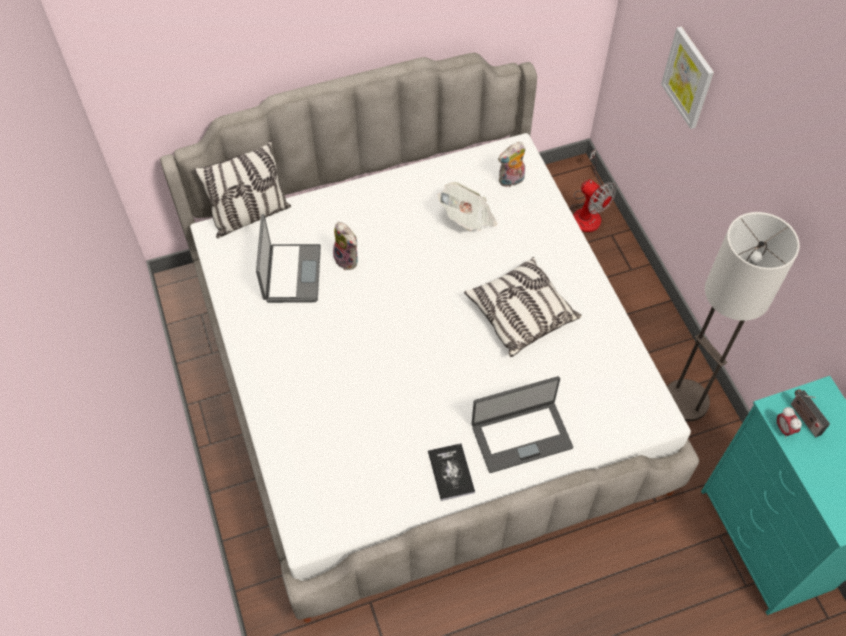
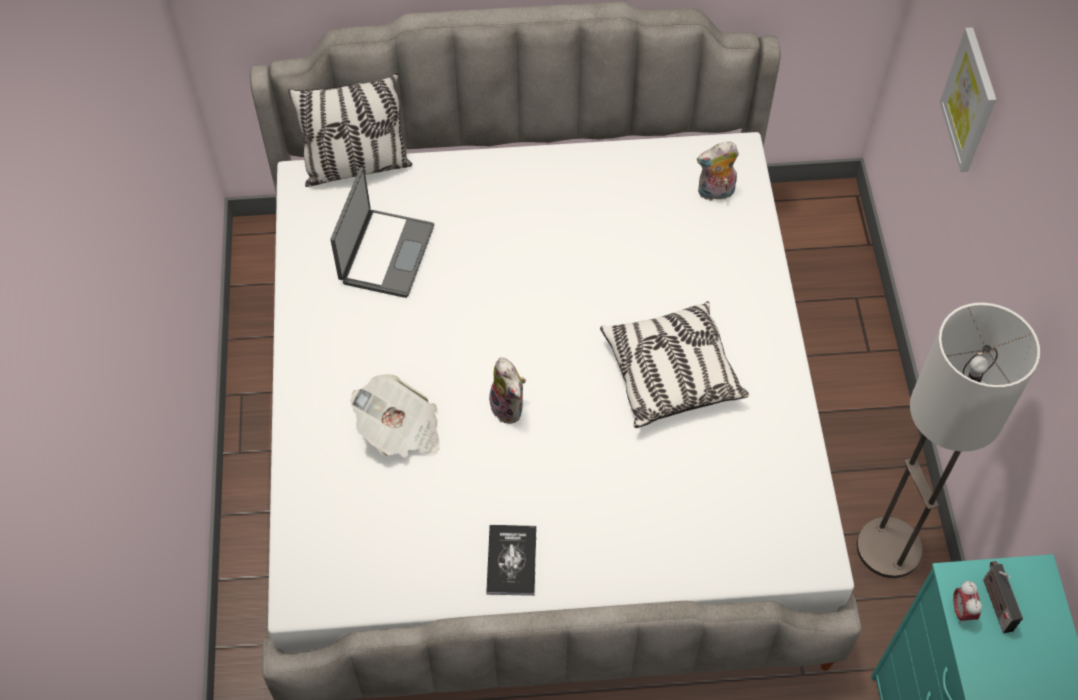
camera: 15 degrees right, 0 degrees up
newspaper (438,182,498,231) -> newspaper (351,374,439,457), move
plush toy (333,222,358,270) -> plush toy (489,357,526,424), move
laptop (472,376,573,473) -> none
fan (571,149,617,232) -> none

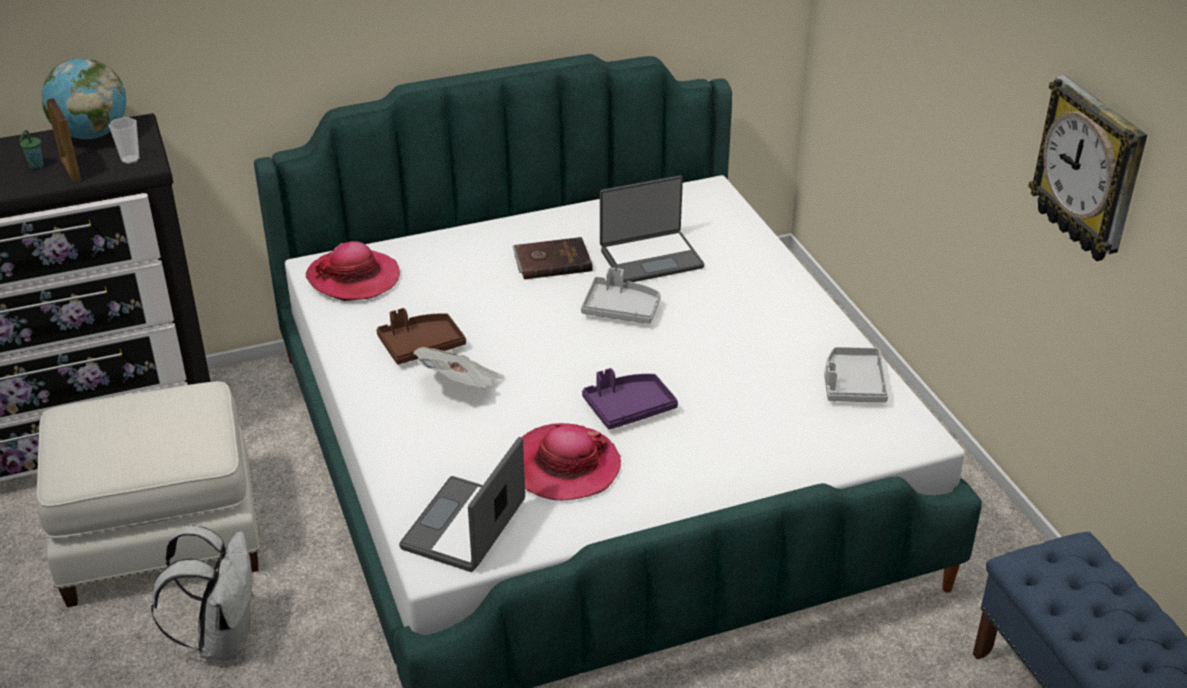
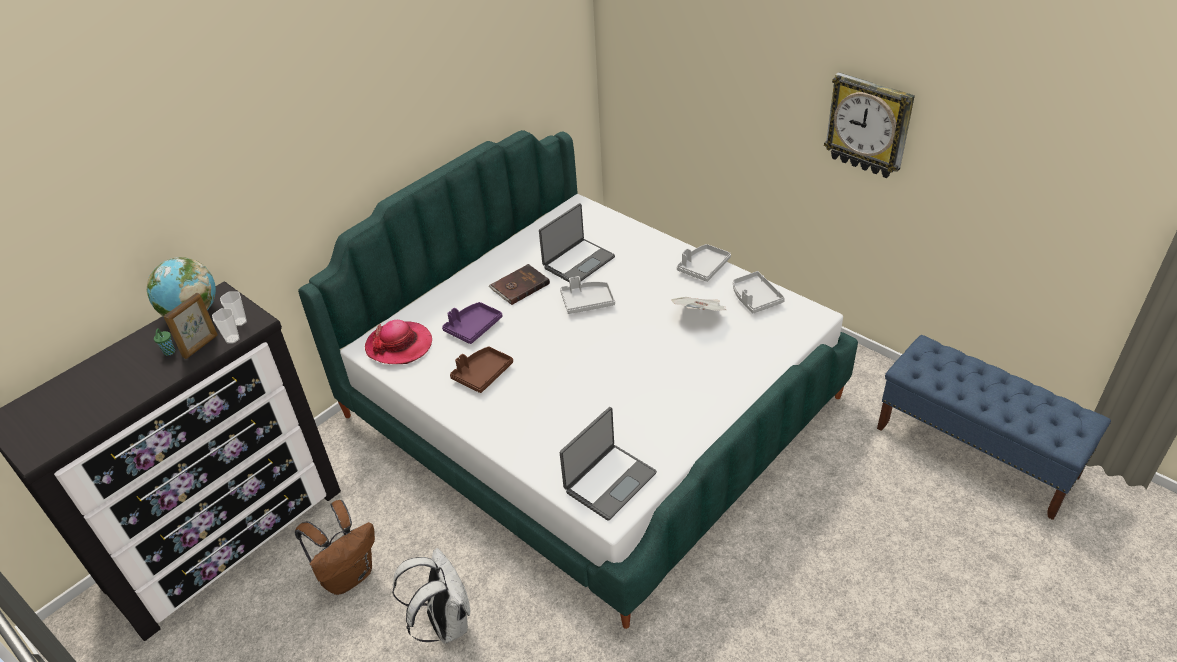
camera: 25 degrees left, 5 degrees up
picture frame (46,98,81,182) -> picture frame (164,293,218,359), 90 degrees counterclockwise
none -> cup (212,308,240,344)
white ottoman (37,381,261,607) -> brown backpack (295,500,375,595)
purple tray (582,368,678,430) -> purple tray (442,302,503,344), move
laptop (399,437,525,572) -> laptop (560,407,657,521), 135 degrees counterclockwise
newspaper (413,347,505,389) -> newspaper (672,297,726,311), move
none -> grey tray (677,244,731,282)
hat (522,423,621,501) -> none

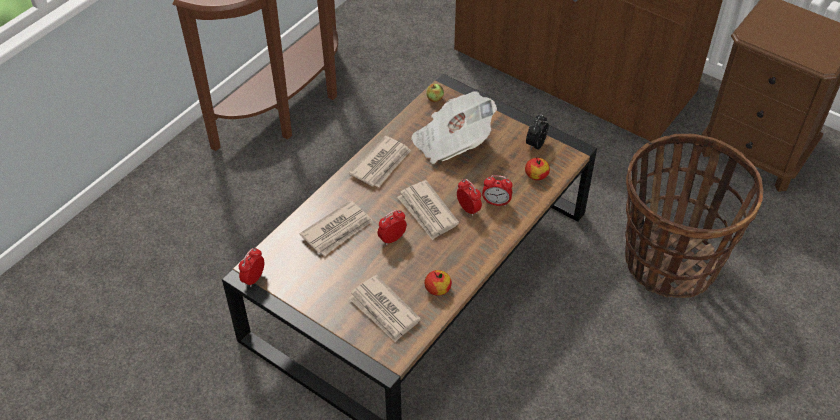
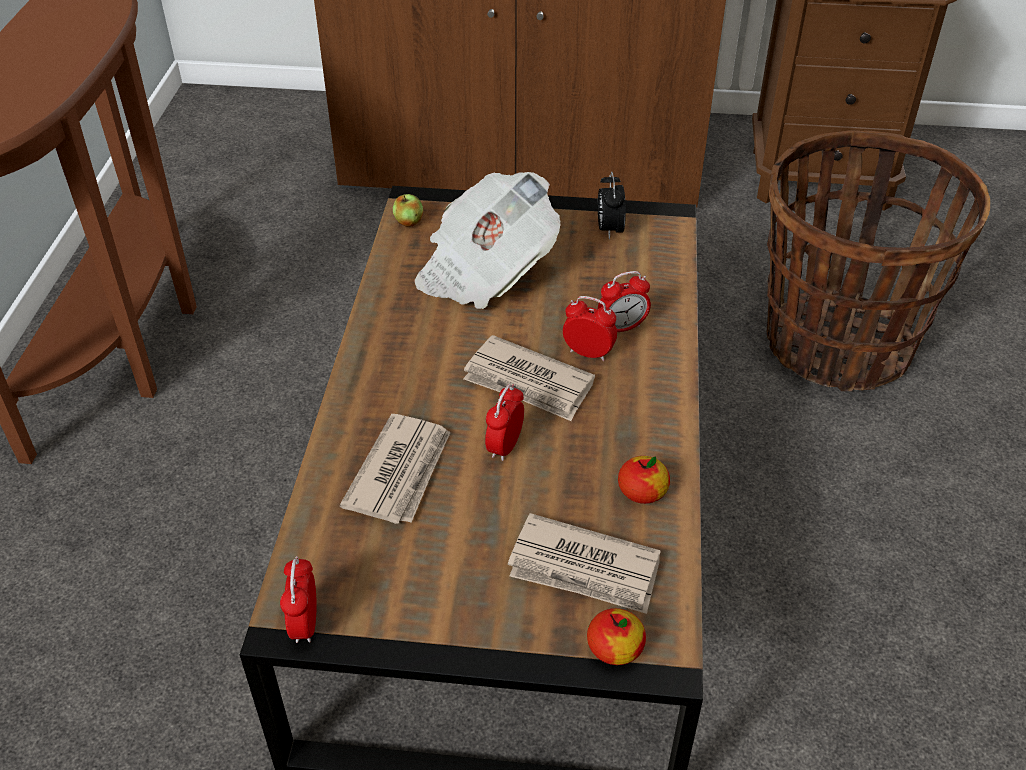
camera: 30 degrees left, 5 degrees down
apple (525,157,550,180) -> apple (587,608,646,665), move
newspaper (349,136,411,187) -> none

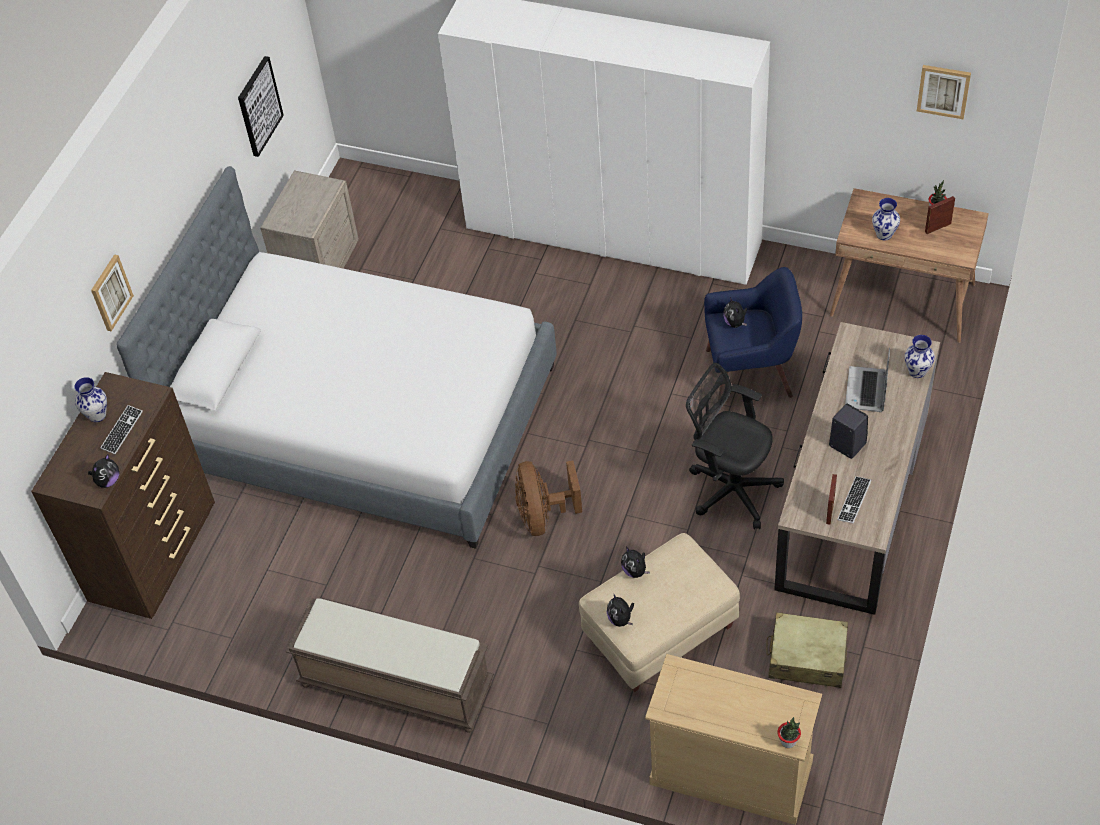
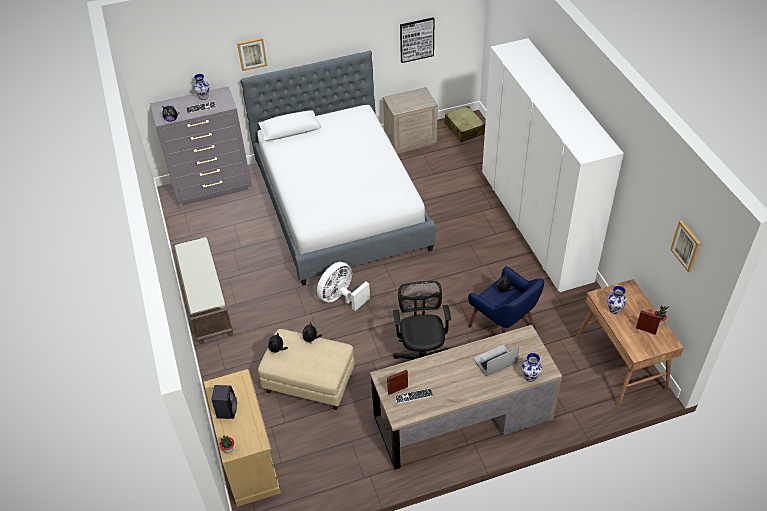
camera: 50 degrees right, 5 degrees down
brown dresser (31,372,215,619) -> grey dresser (150,86,252,205)
black speaker (829,403,868,459) -> black speaker (211,385,237,419), move
brown fan (515,461,582,536) -> white fan (317,262,370,311)
beige suitcase (767,612,848,688) -> beige suitcase (445,106,485,142), move

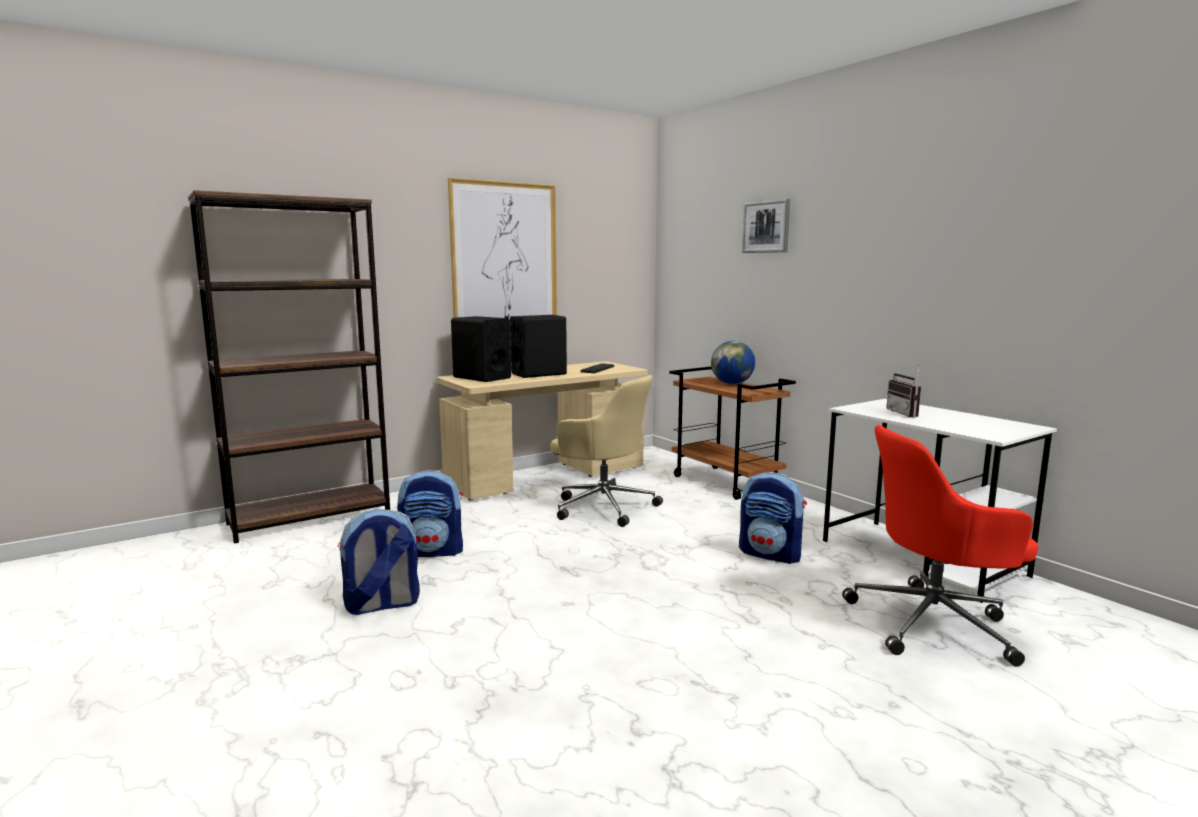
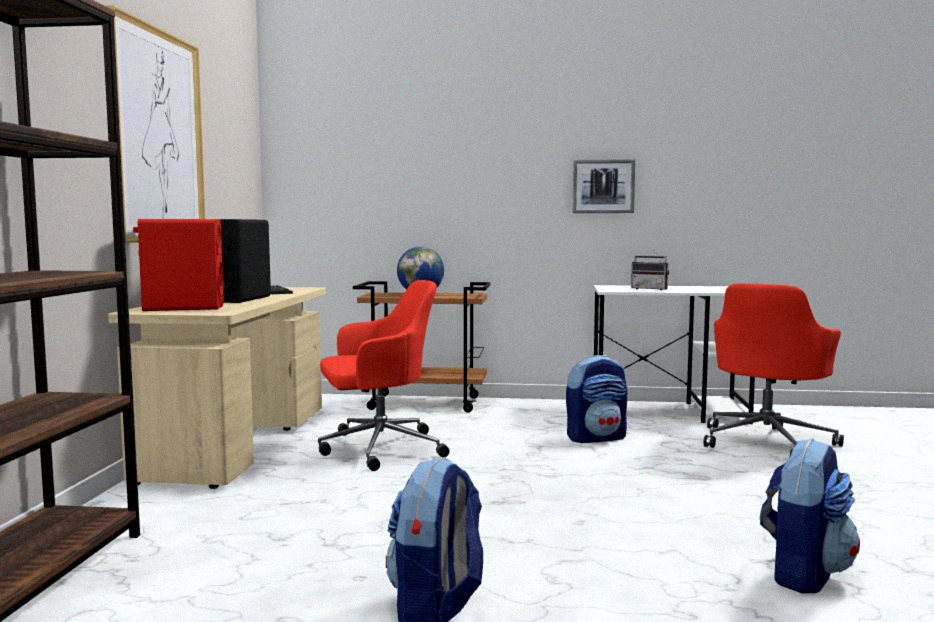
camera: 50 degrees left, 5 degrees down
black speaker (451,316,511,382) -> red speaker (133,219,224,311)
beige office chair (550,375,663,527) -> red office chair (318,280,449,471)
picture (742,199,790,253) -> picture (573,159,635,213), move
backpack (397,470,463,557) -> backpack (760,438,860,593), move

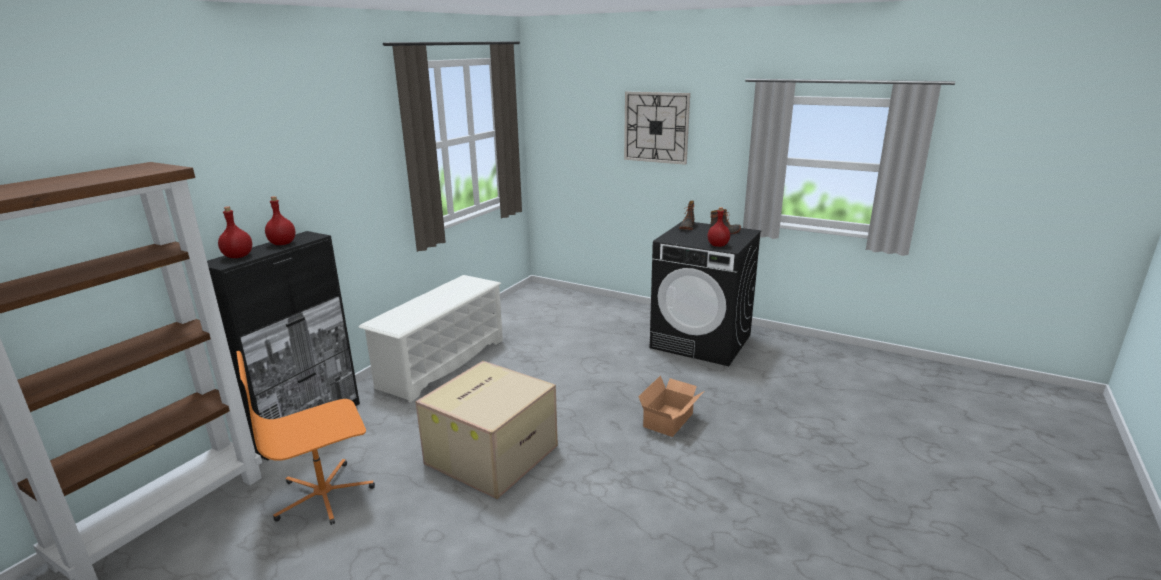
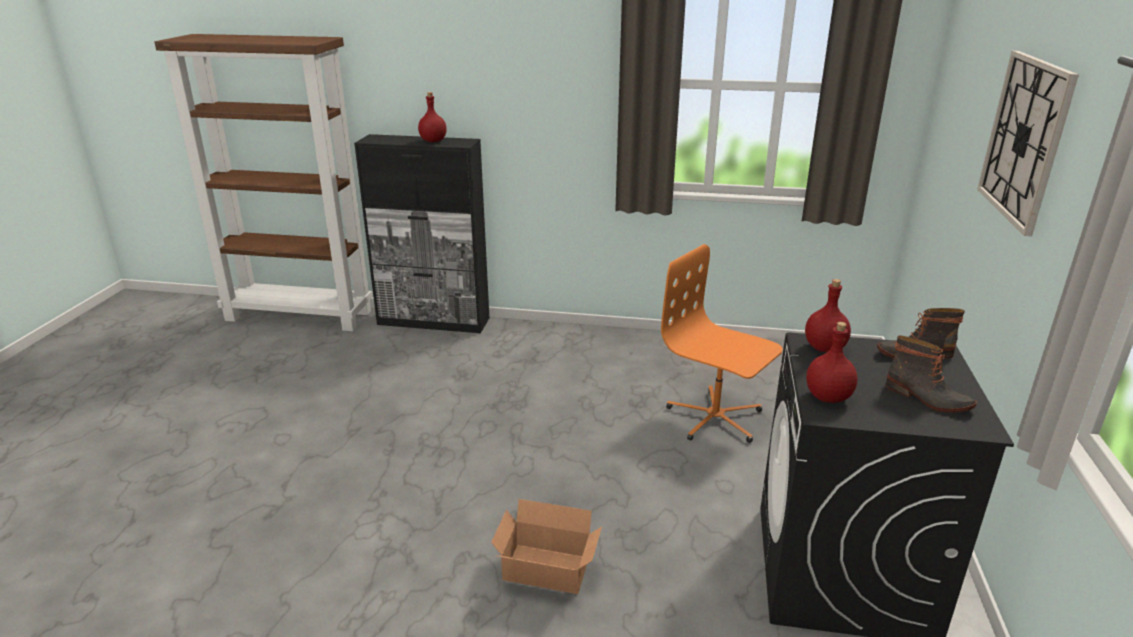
camera: 70 degrees right, 5 degrees up
orange office chair (236,351,375,525) -> orange office chair (661,244,783,443), move
red bottle (218,206,252,258) -> red bottle (805,279,851,352), move
white shoe rack (358,275,503,403) -> none
cardboard box (415,361,558,499) -> none

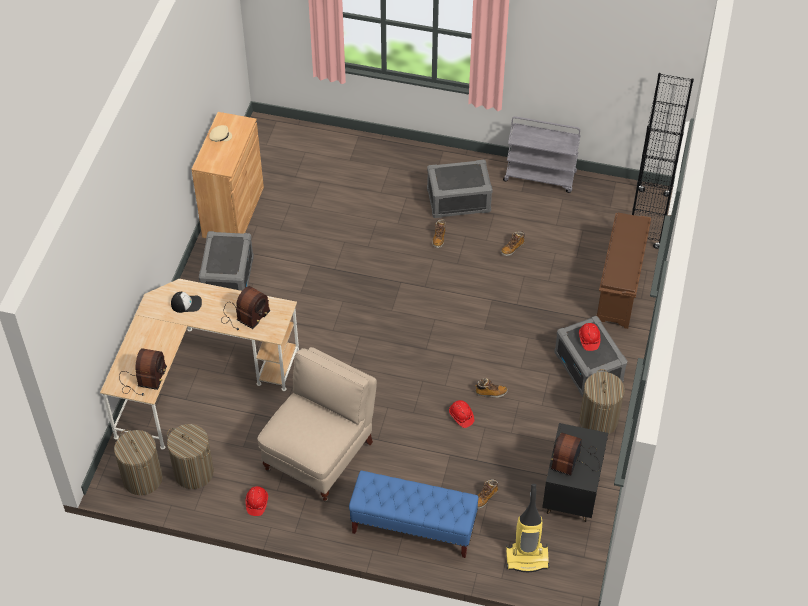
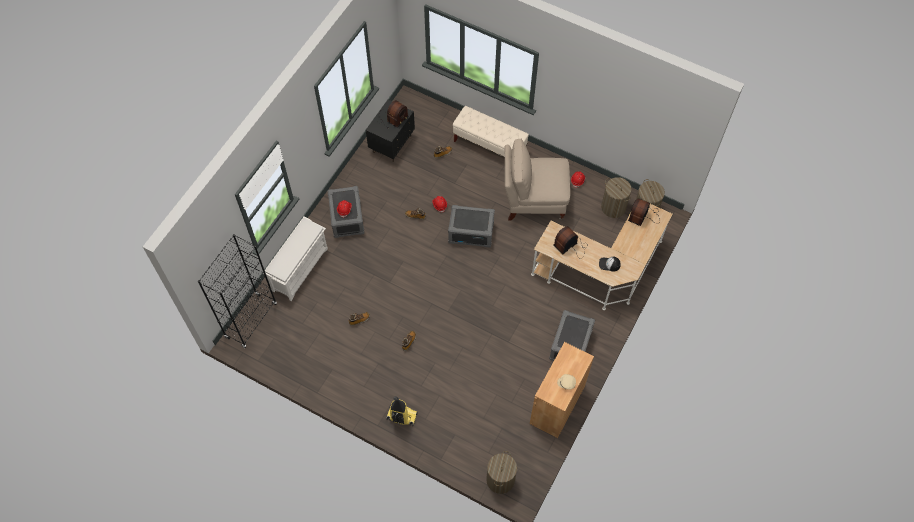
camera: 165 degrees left, 10 degrees up
brown shoe rack (597,213,651,329) -> white shoe rack (263,217,328,301)
vacuum cleaner (506,484,550,572) -> vacuum cleaner (386,397,418,426), move
grey storage box (427,160,493,218) -> grey storage box (448,205,495,248), move
blue bench (349,470,479,558) -> beige bench (453,106,529,157)
laundry basket (579,369,625,434) -> laundry basket (486,451,517,494), move
beige chair (257,347,377,502) -> beige chair (505,139,570,220), 45 degrees clockwise
grey cart (503,116,581,193) -> none

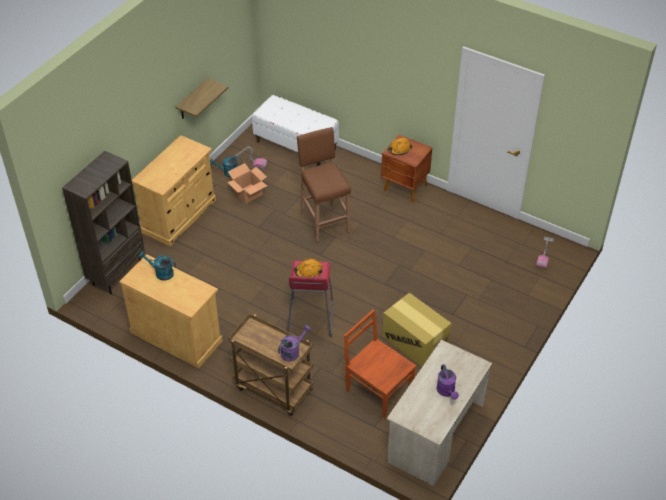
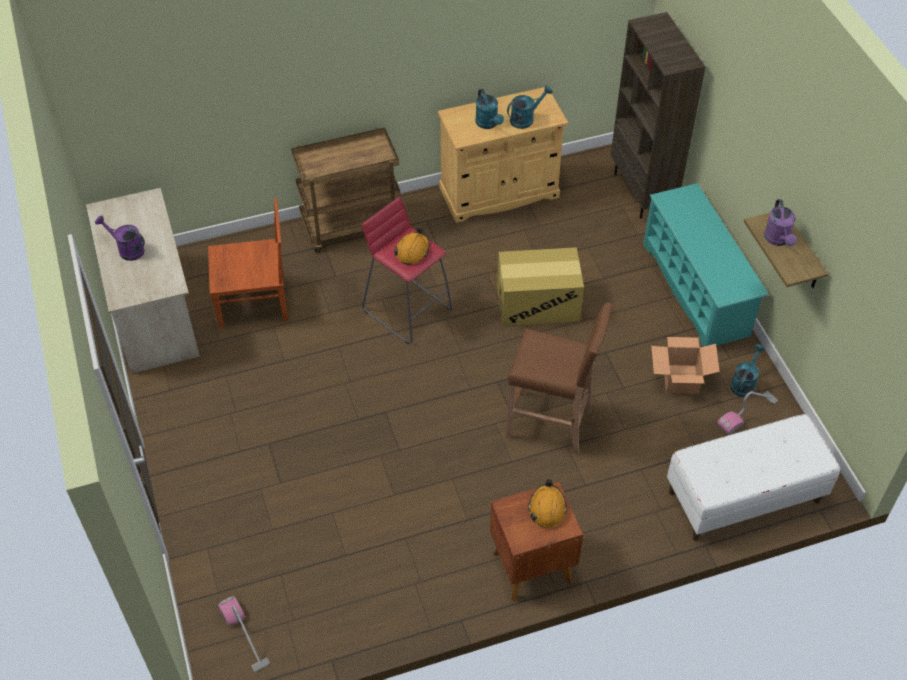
camera: 130 degrees right, 5 degrees up
none -> turquoise watering can (475,89,504,129)
cardboard box (382,293,451,367) -> cardboard box (497,247,584,326), move
beige cabinet (132,135,216,246) -> turquoise shoe rack (643,183,768,347)
purple watering can (278,325,311,361) -> purple watering can (764,199,797,246), move

